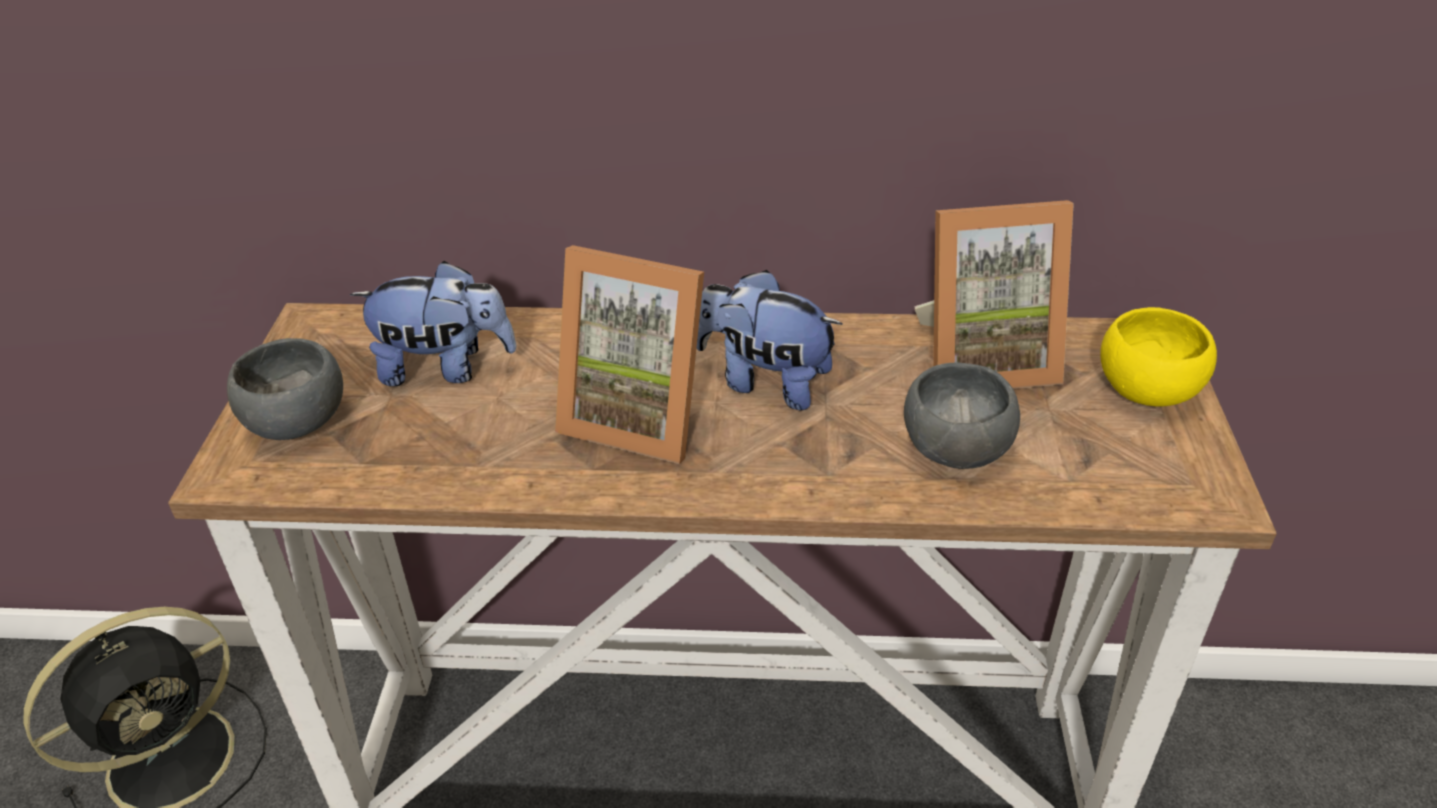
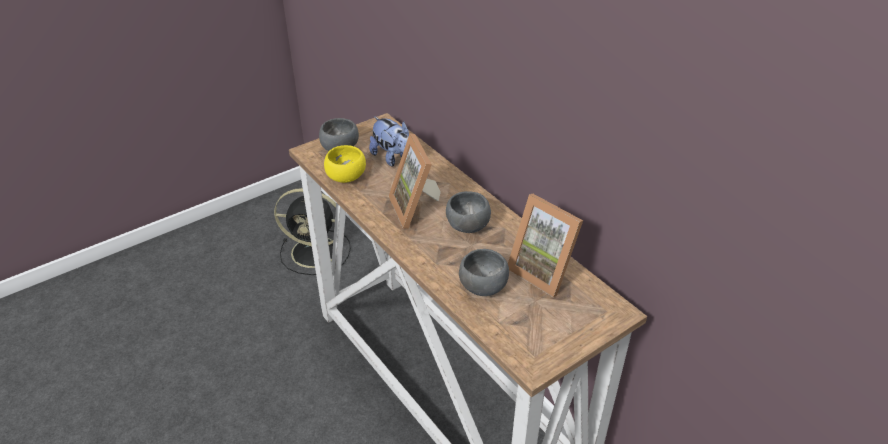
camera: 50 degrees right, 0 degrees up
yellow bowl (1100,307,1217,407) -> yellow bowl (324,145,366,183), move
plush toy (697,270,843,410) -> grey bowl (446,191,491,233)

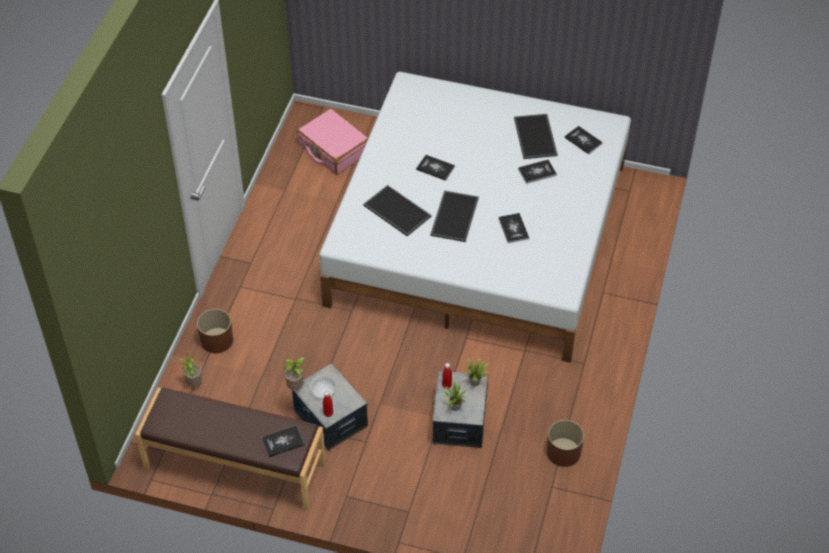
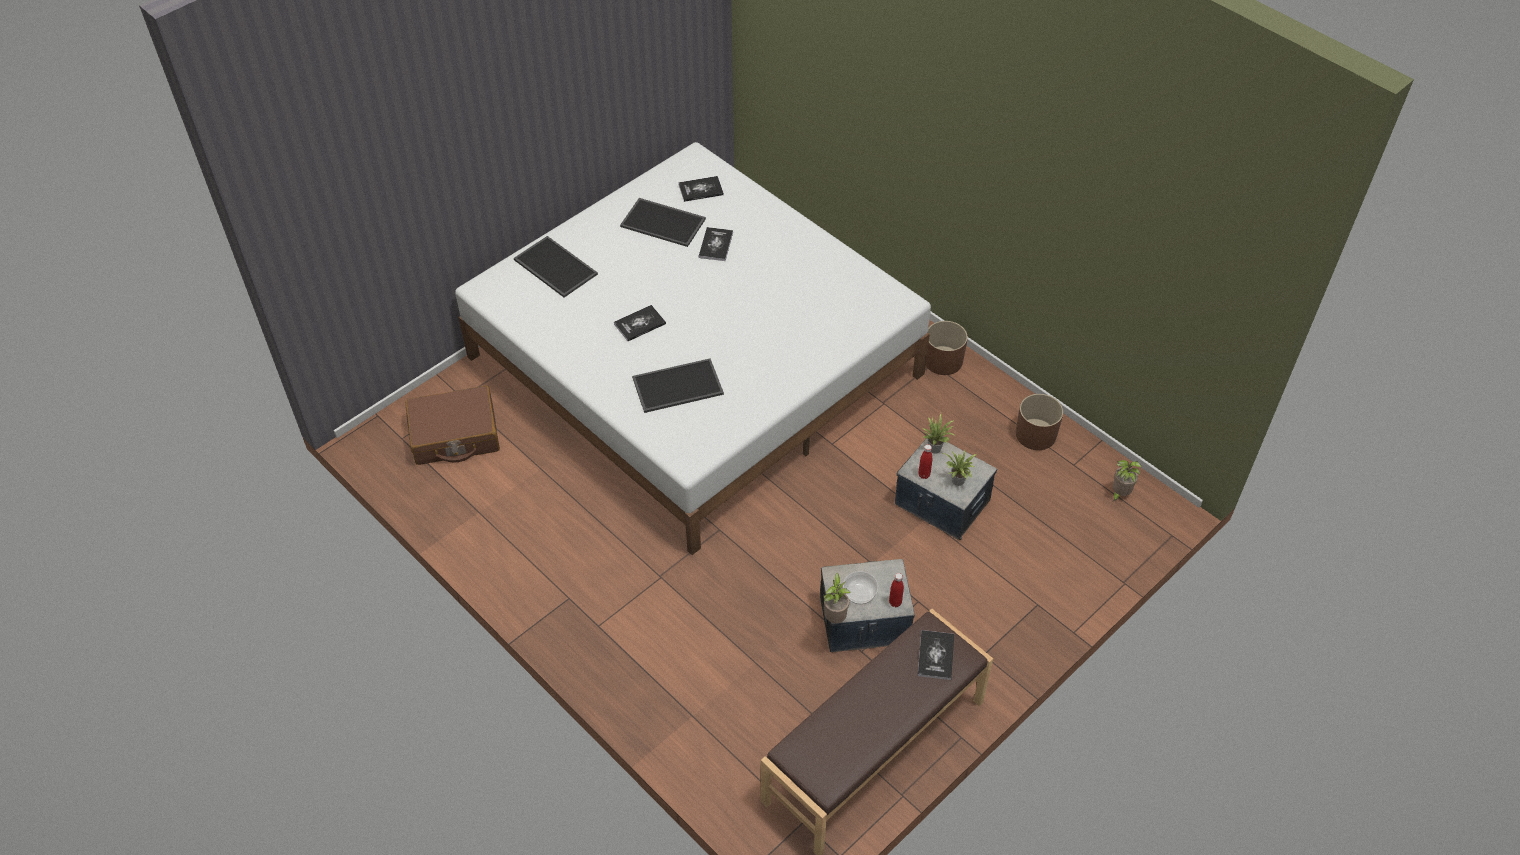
camera: 60 degrees left, 0 degrees up
pink suitcase (297,108,369,175) -> brown suitcase (405,386,500,465)
tray (430,191,479,242) -> tray (514,236,598,297), move
brown planter (197,309,233,353) -> brown planter (926,321,968,375), move
potted plant (178,354,202,387) -> potted plant (1113,460,1142,501), move
book (498,213,529,243) -> none

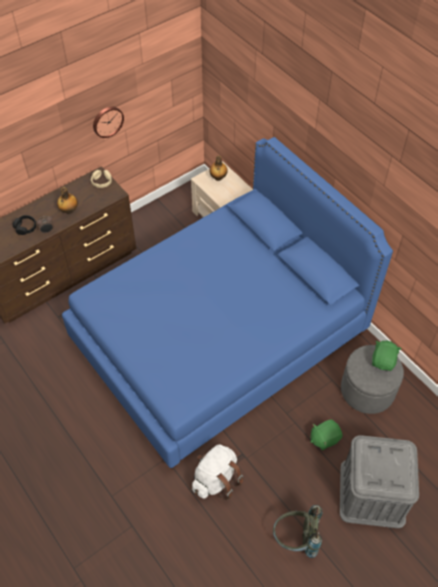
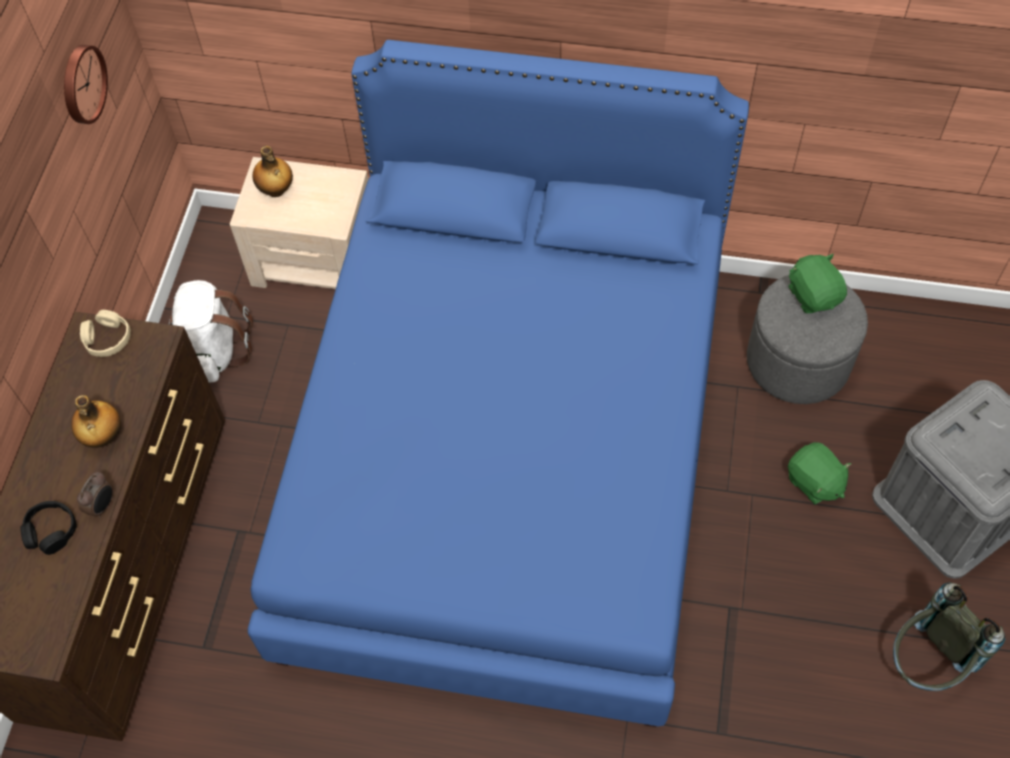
camera: 40 degrees left, 5 degrees up
wall clock (93,107,124,138) -> wall clock (64,45,108,124), move
white backpack (192,444,243,500) -> white backpack (169,280,253,383), move
green plush toy (310,419,343,450) -> green plush toy (788,442,852,504), 60 degrees counterclockwise

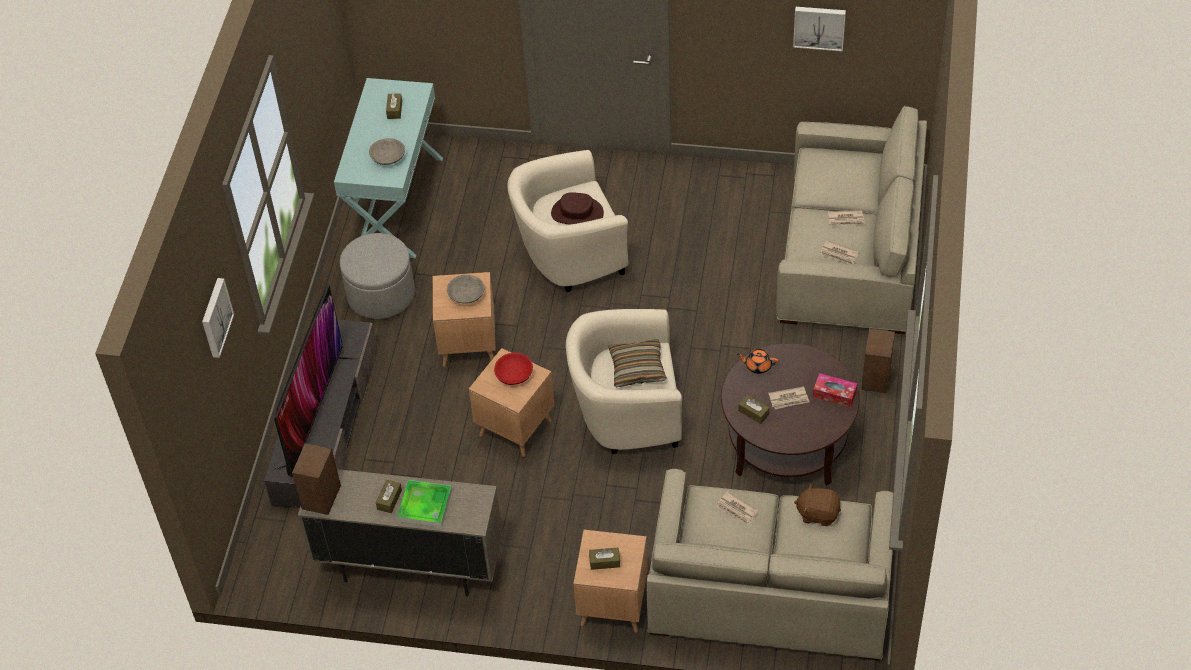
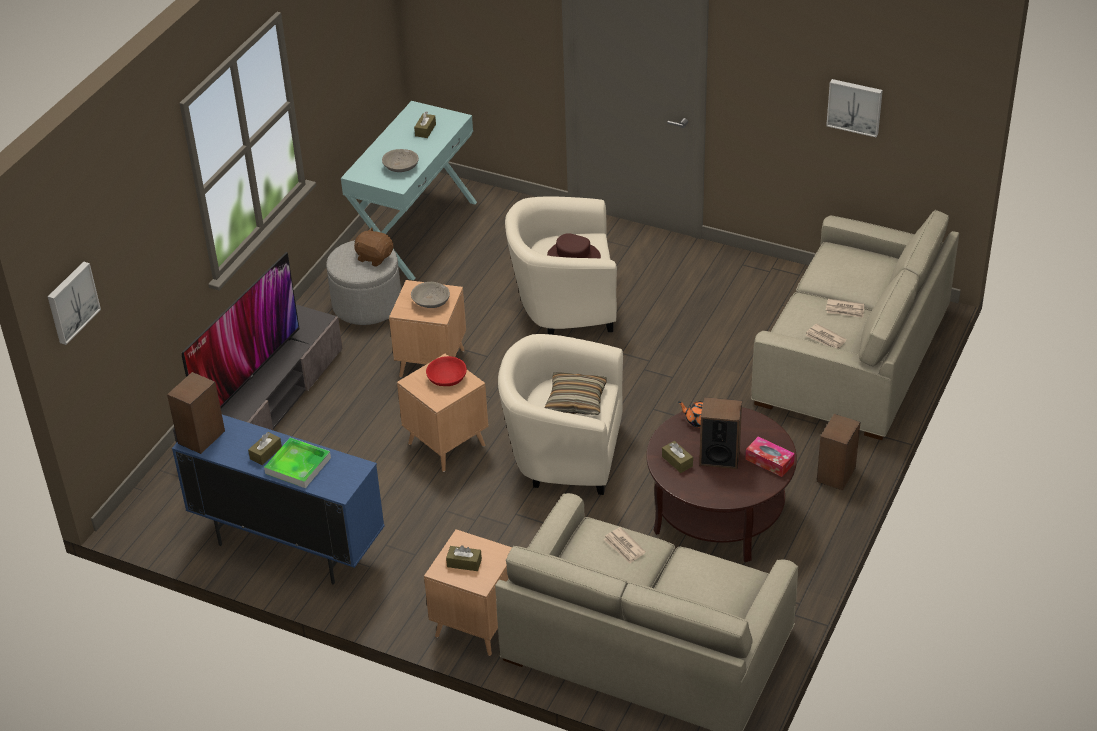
camera: 15 degrees right, 10 degrees down
picture (202,278,234,358) -> picture (48,261,101,345), move
beige cabinet (298,469,503,597) -> blue cabinet (172,415,385,585)
brown plush toy (794,483,841,526) -> brown plush toy (354,227,393,267), move
newspaper (768,386,809,409) -> speaker (699,397,742,469)

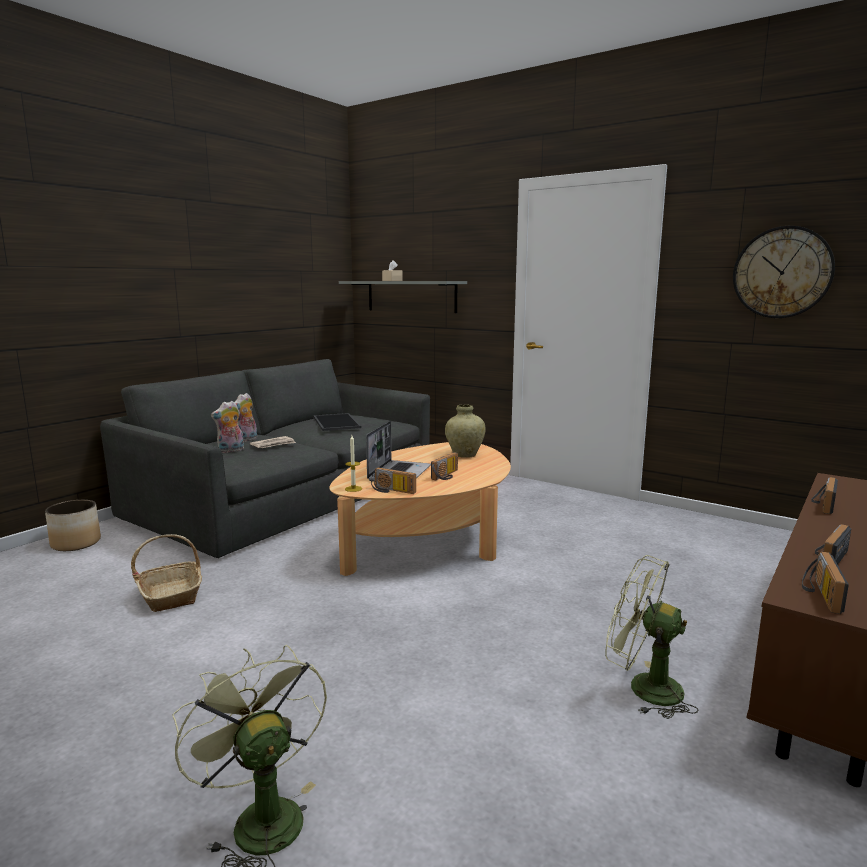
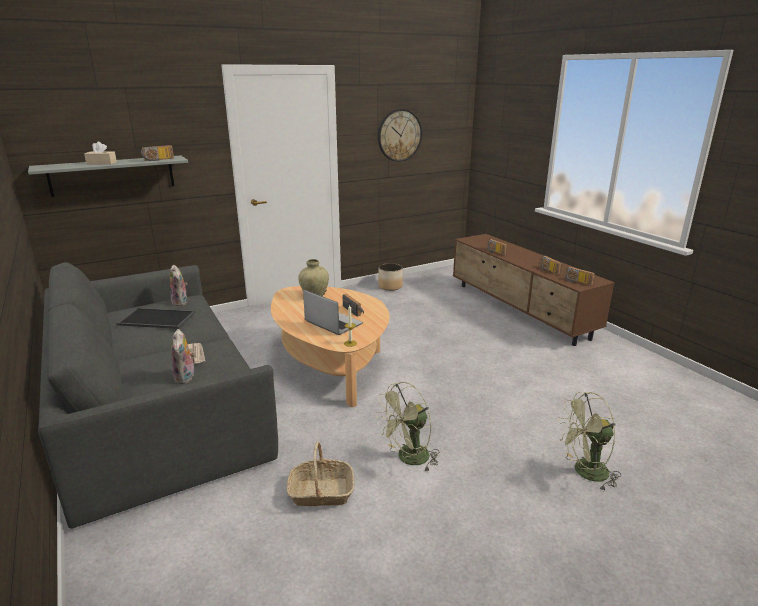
camera: 65 degrees left, 10 degrees up
radio (371,467,416,494) -> radio (141,145,174,161), move
plush toy (235,393,257,442) -> plush toy (170,265,187,306), move
green fan (605,555,698,719) -> green fan (376,382,439,471), move
planter (45,500,101,551) -> planter (378,263,403,291), move

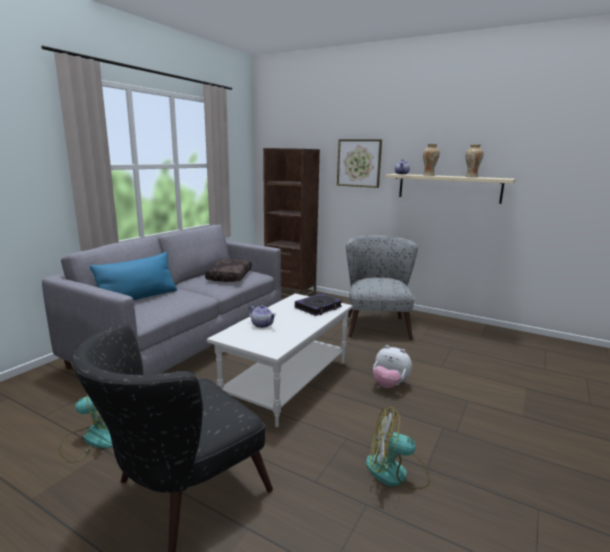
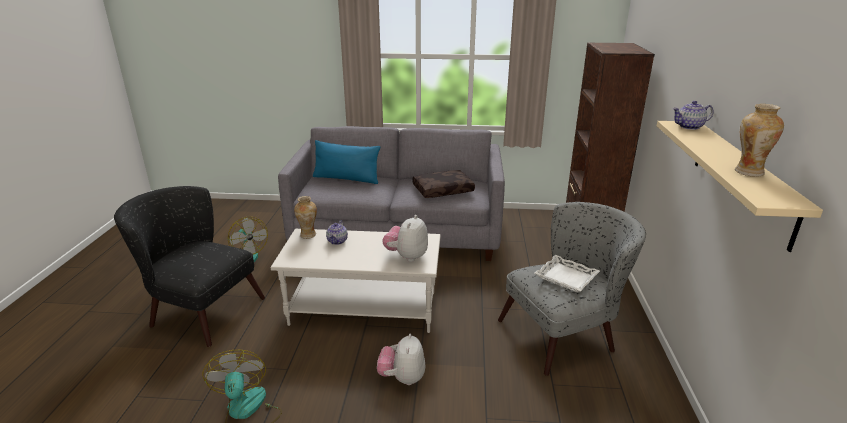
camera: 65 degrees right, 10 degrees up
vase (423,144,440,176) -> vase (294,196,317,239), move
book (295,293,342,316) -> plush toy (382,215,428,262)
none -> white tray (535,255,600,292)
picture (337,139,382,188) -> none

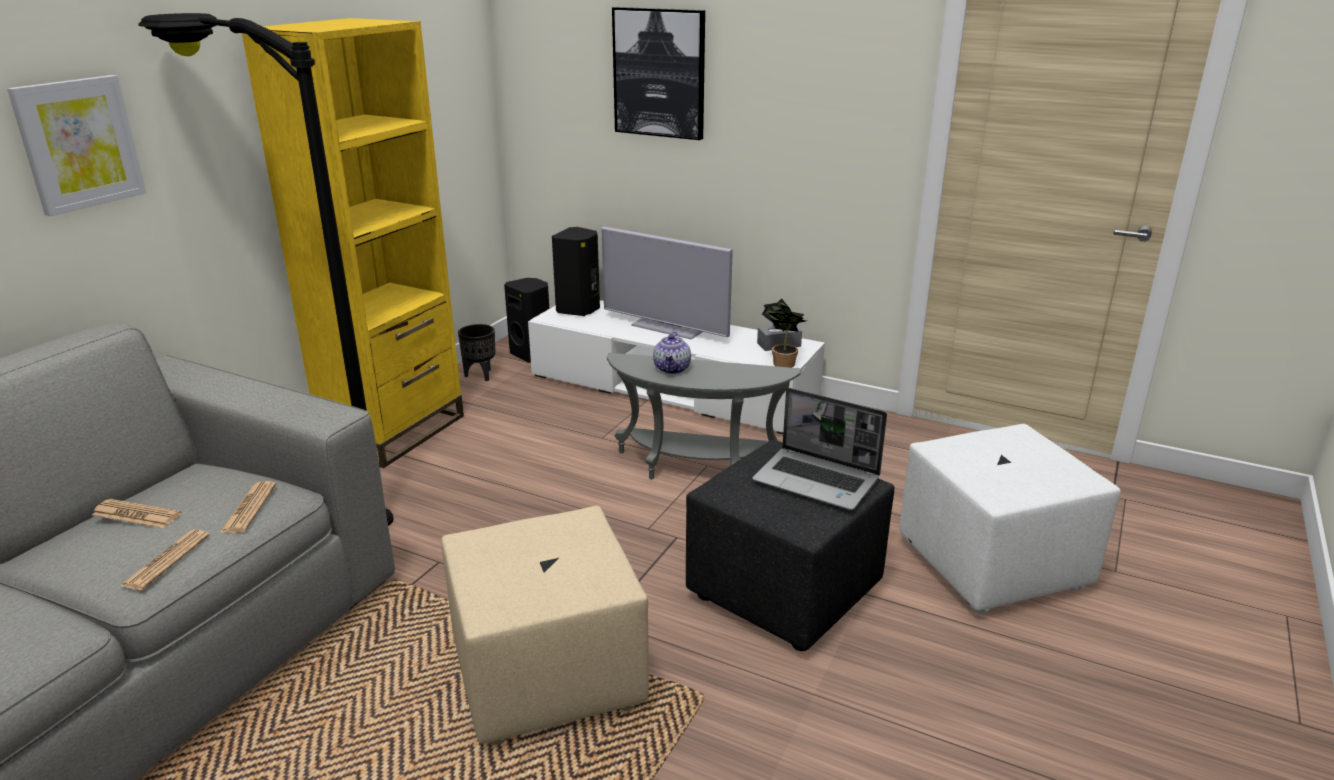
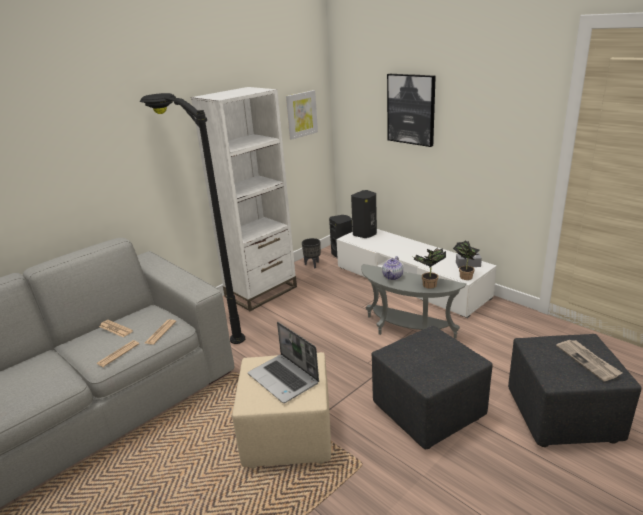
camera: 20 degrees right, 0 degrees up
yellow bookcase (242,18,464,468) -> white bookcase (191,87,297,311)
laptop (752,388,887,510) -> laptop (248,322,319,403), move
picture (7,75,146,216) -> picture (286,90,318,140), move
none -> potted plant (413,248,446,289)
white ottoman (899,424,1121,614) -> black ottoman (508,334,642,447)
none -> newspaper (556,340,622,381)
television (601,227,733,340) -> none

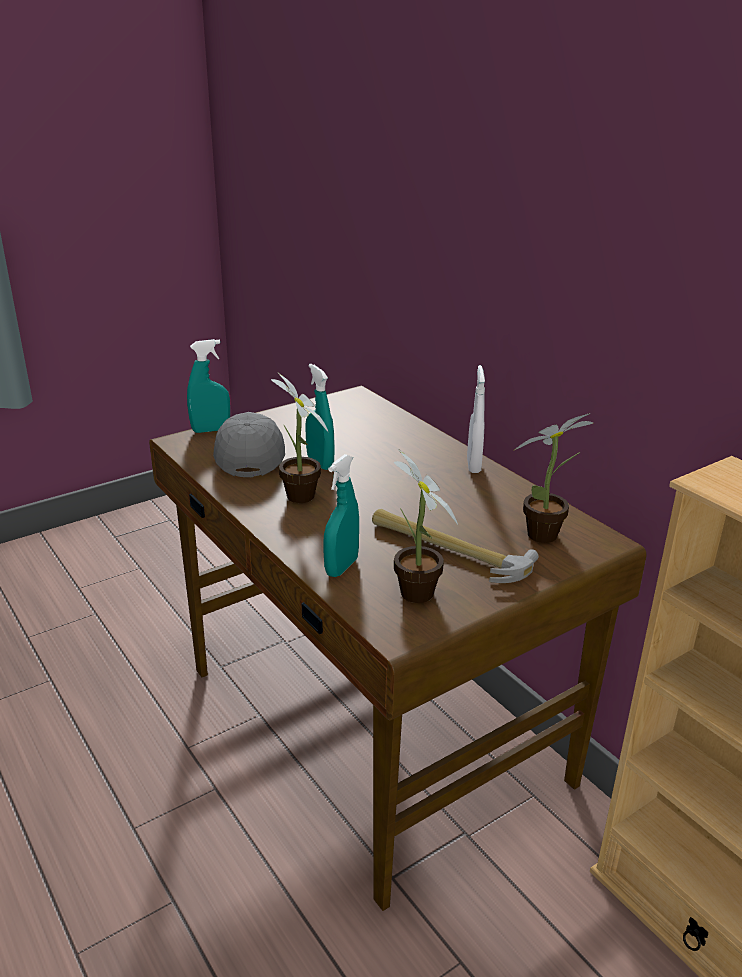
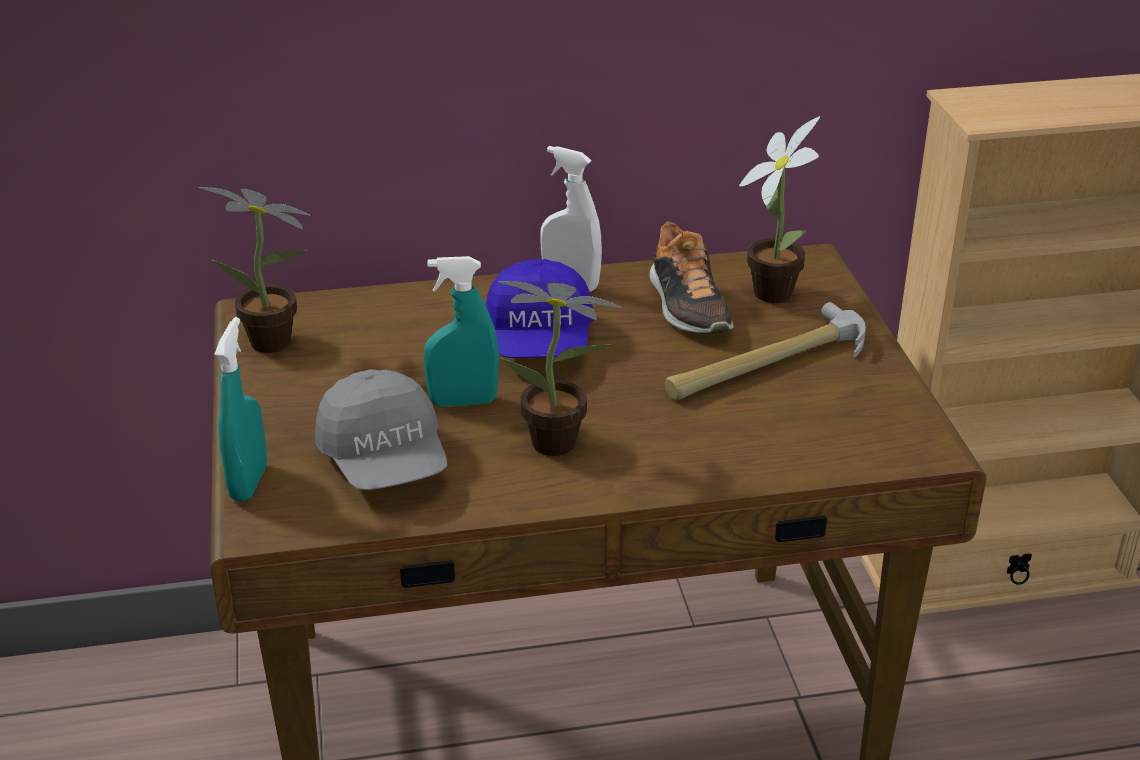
camera: 65 degrees left, 5 degrees up
potted plant (394,449,458,603) -> potted plant (198,187,310,353), move
grey cap (213,412,285,477) -> grey cap (315,369,447,490), 135 degrees counterclockwise
none -> blue cap (486,259,594,358)
none -> shoe (649,221,734,334)
turquoise spray bottle (323,454,359,577) -> none

